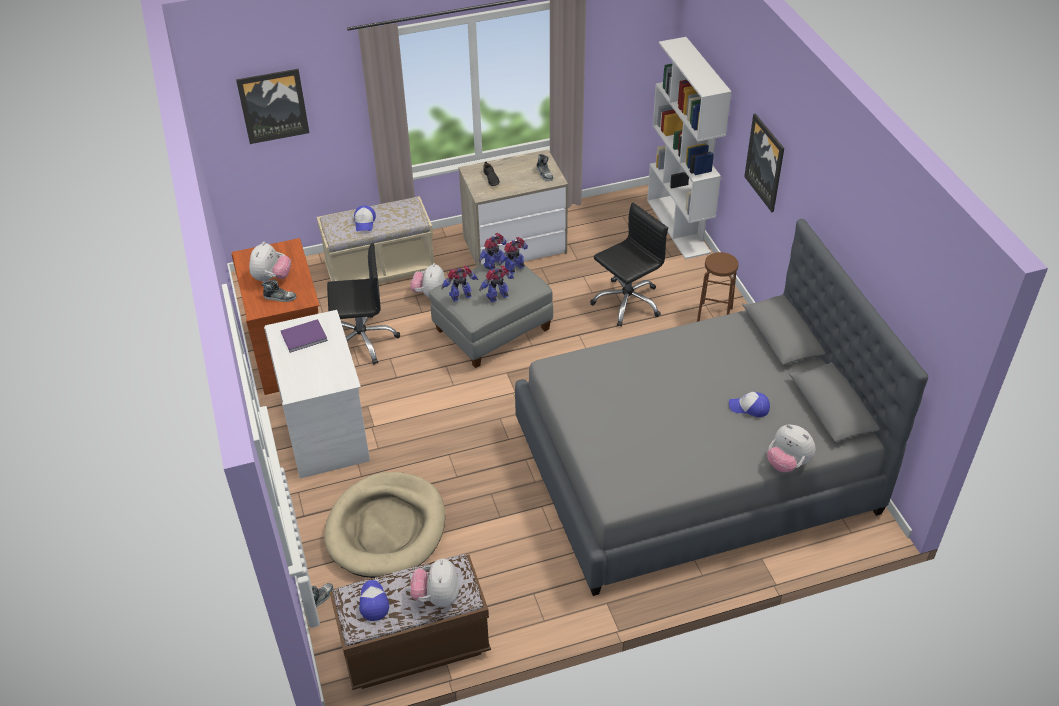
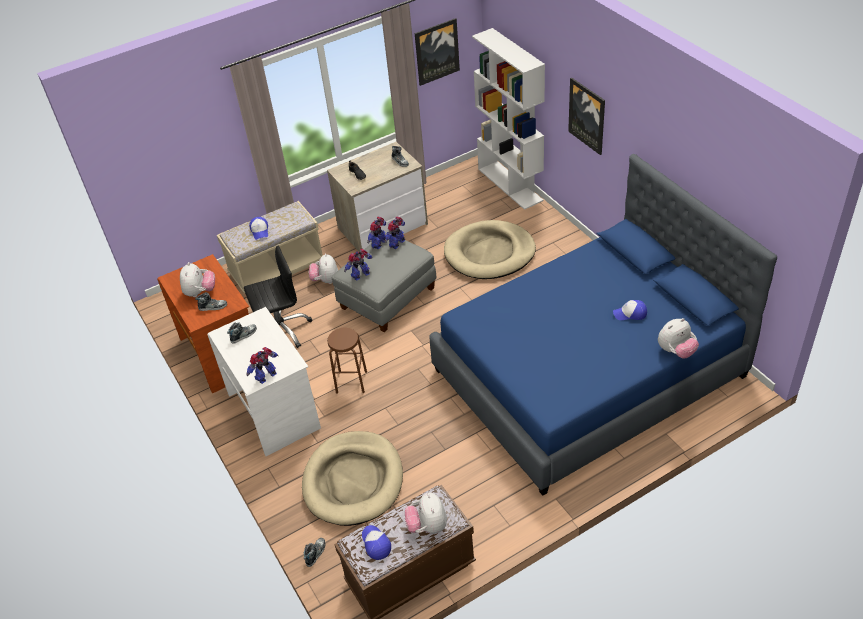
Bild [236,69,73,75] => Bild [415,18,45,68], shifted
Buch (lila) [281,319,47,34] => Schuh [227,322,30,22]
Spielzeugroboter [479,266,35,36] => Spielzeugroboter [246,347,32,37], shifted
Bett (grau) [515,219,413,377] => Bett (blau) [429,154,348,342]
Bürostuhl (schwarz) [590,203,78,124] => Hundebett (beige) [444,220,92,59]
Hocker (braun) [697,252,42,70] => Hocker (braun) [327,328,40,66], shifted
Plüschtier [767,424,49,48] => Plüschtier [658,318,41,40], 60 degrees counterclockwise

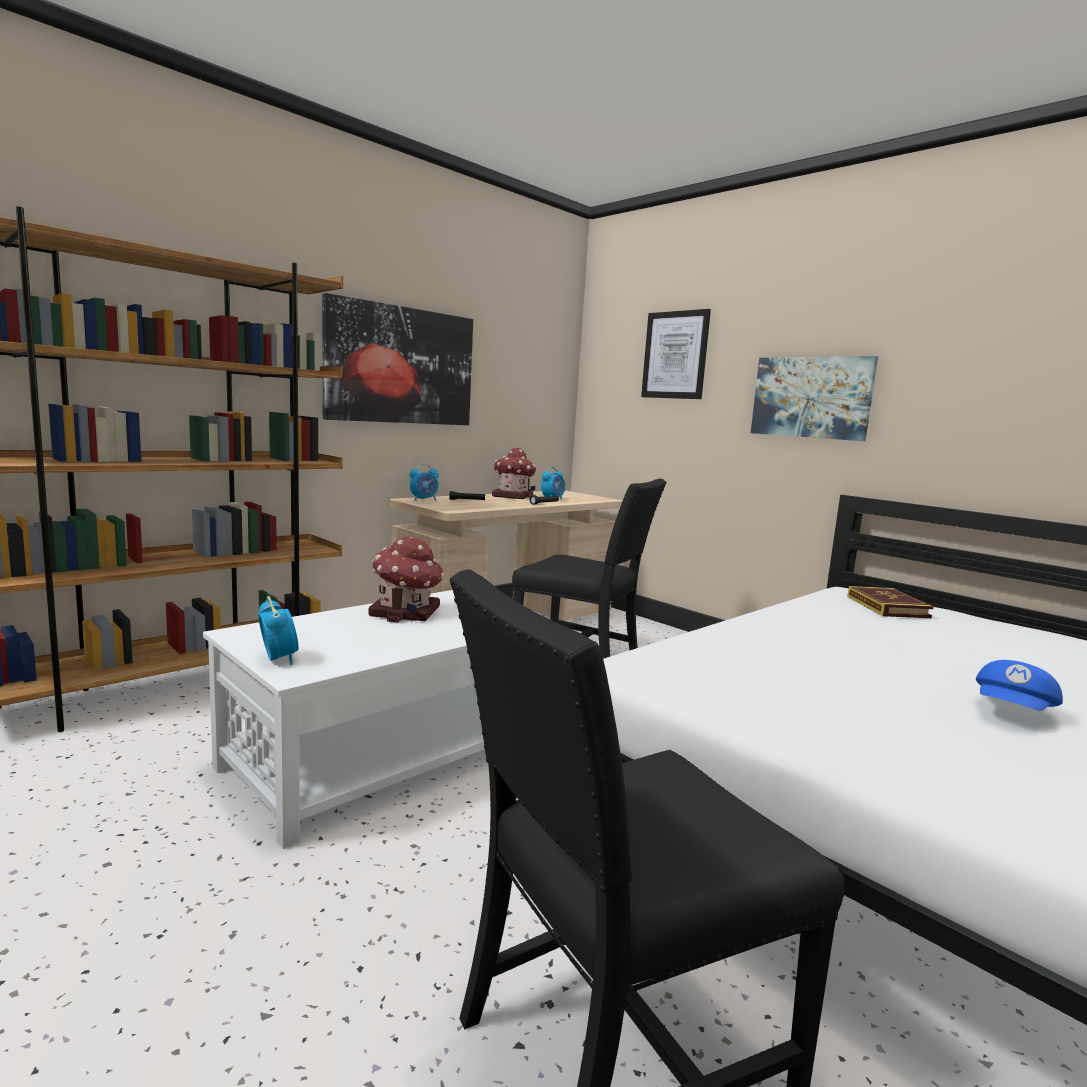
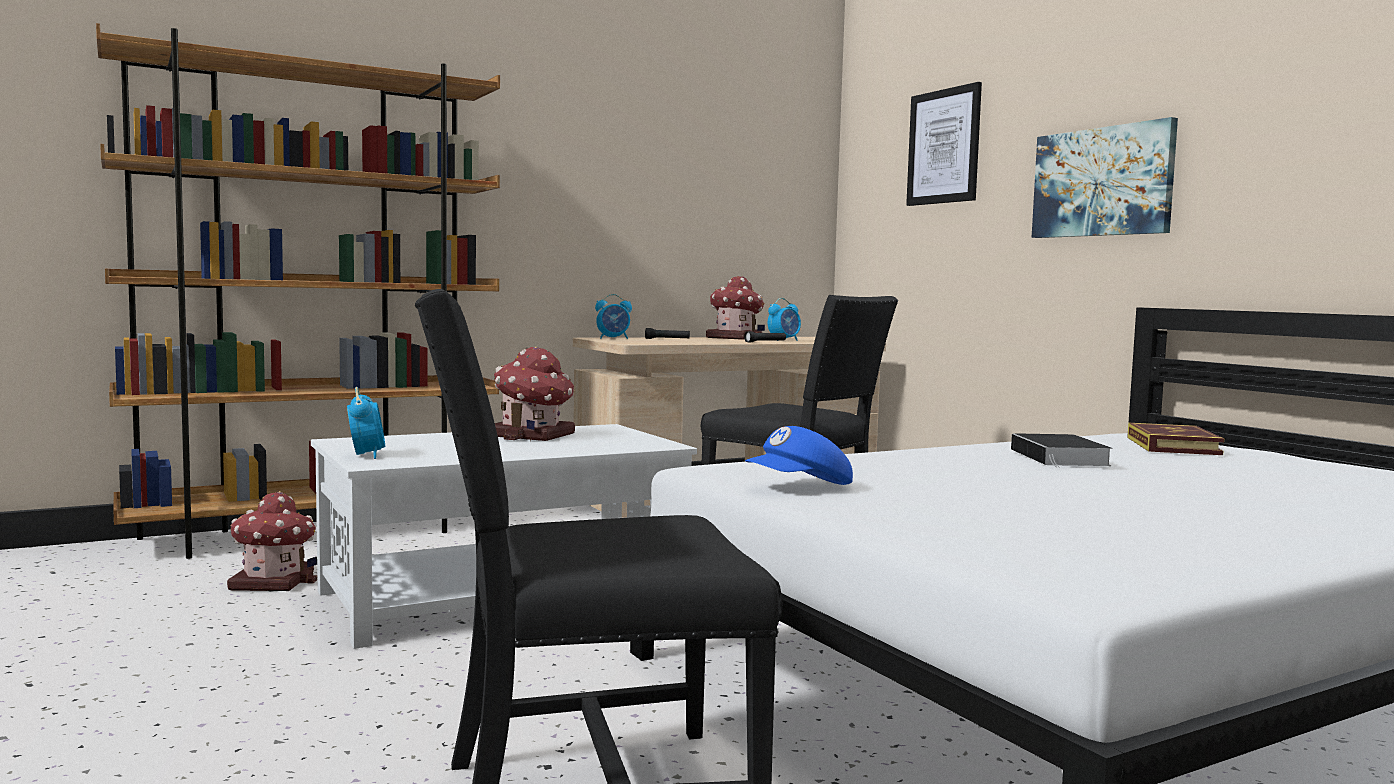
Bild [322,293,151,132] => nothing
Kappe (blau) [976,660,87,51] => Kappe (blau) [745,426,108,59], shifted
nothing => Spielzeughaus [227,491,90,100]
nothing => Buch [1011,433,102,35]

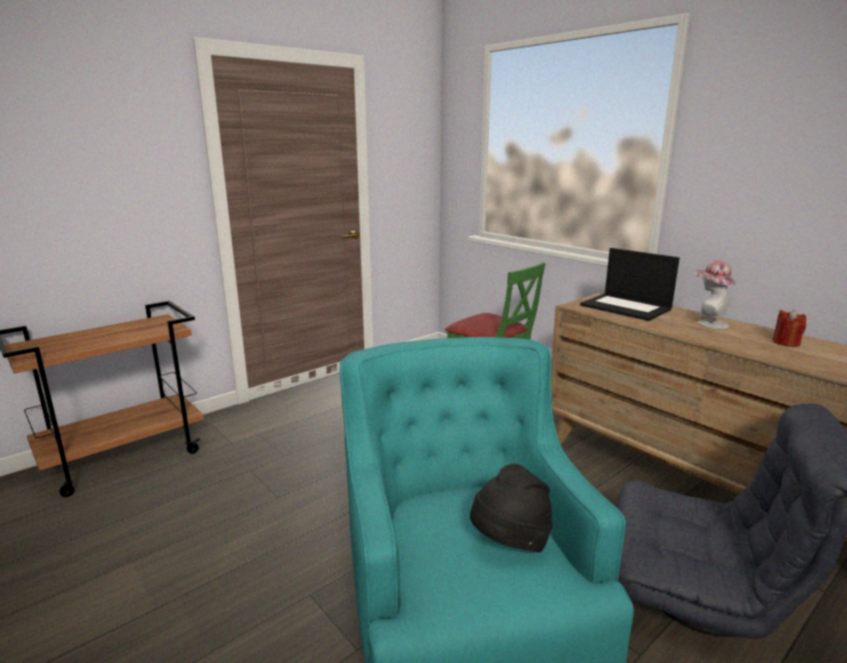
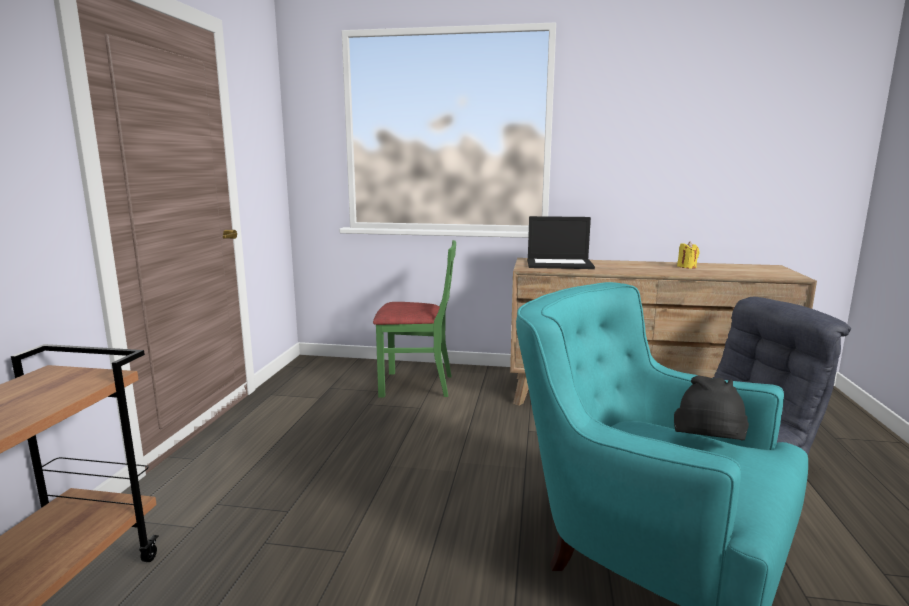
Hut [695,260,41,69] => nothing
Kerze (rot) [772,309,34,38] => Kerze (gelb) [677,242,22,27]

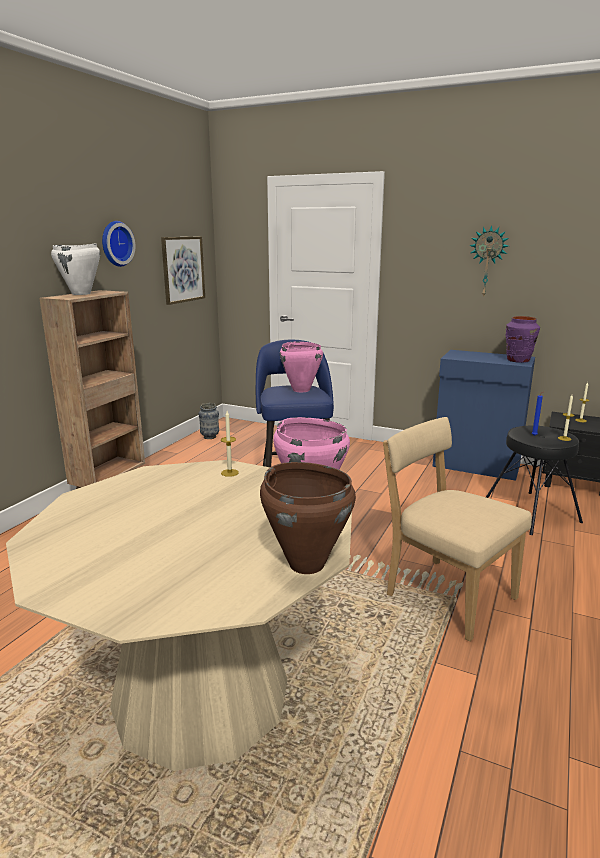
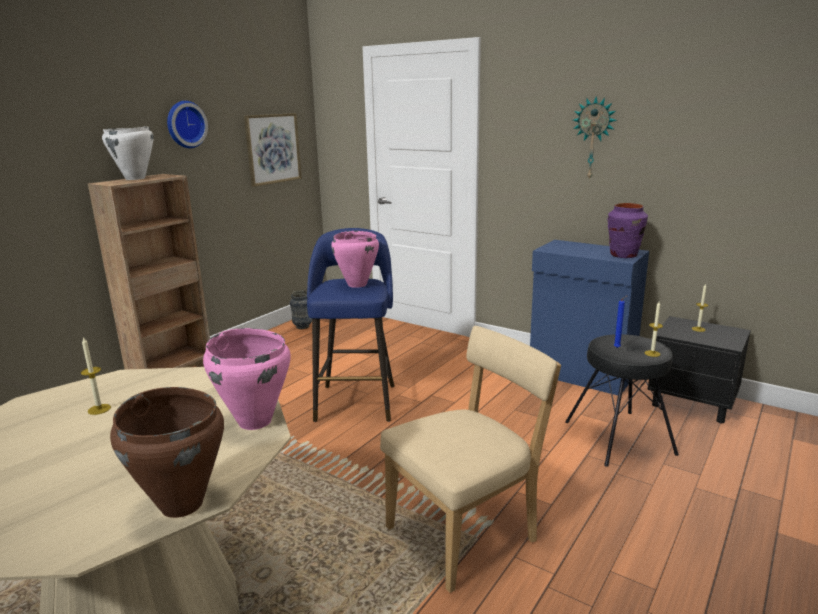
Kerze [221,411,18,66] => Kerze [81,337,30,78], shifted
Stuhl (beige) [383,417,149,225] => Stuhl (beige) [380,326,181,267], 90 degrees clockwise

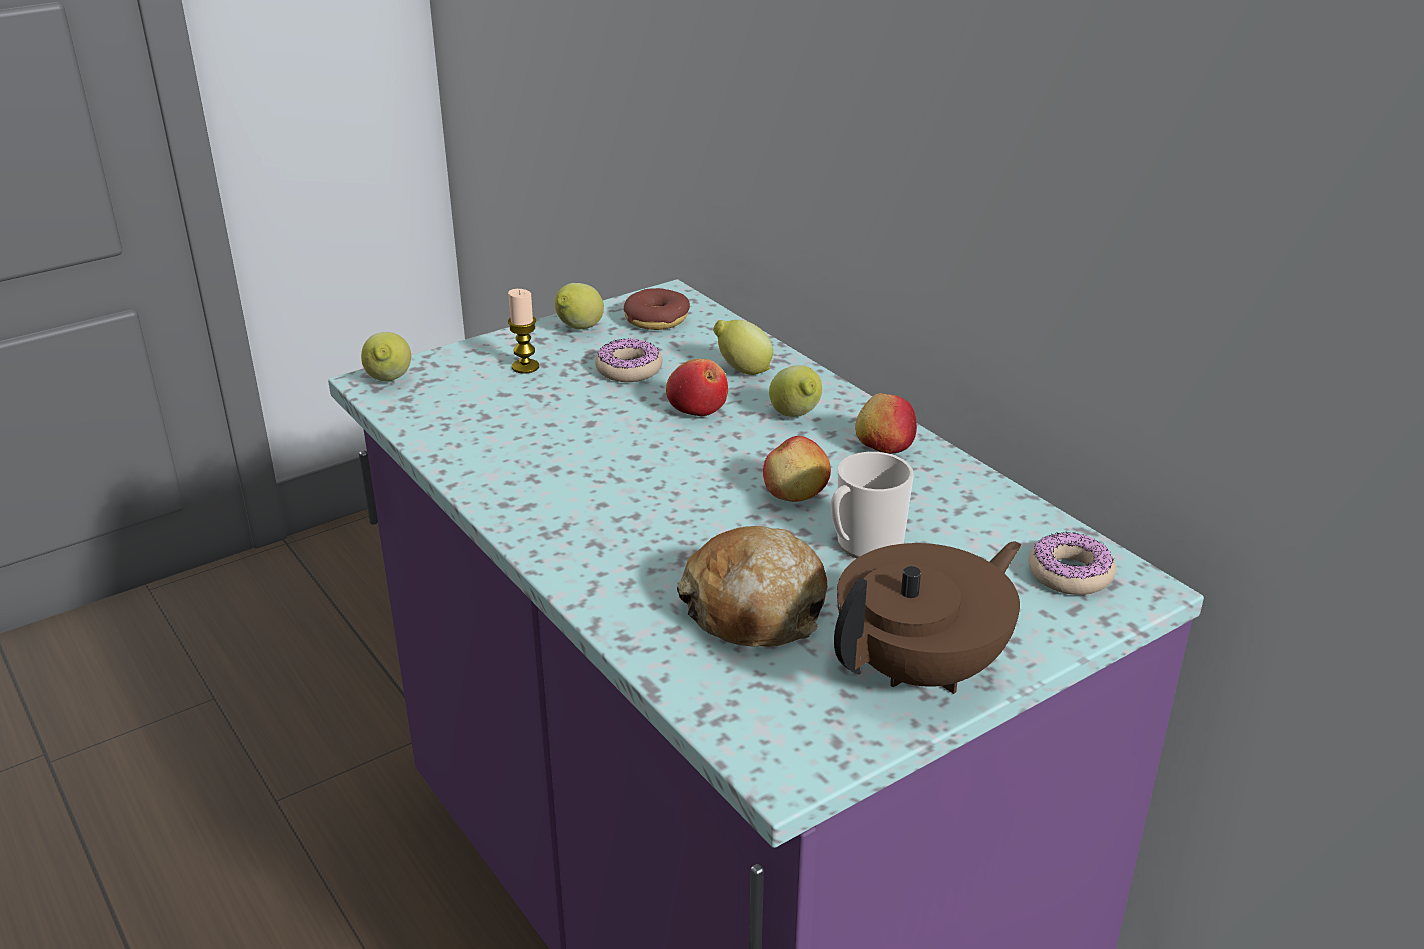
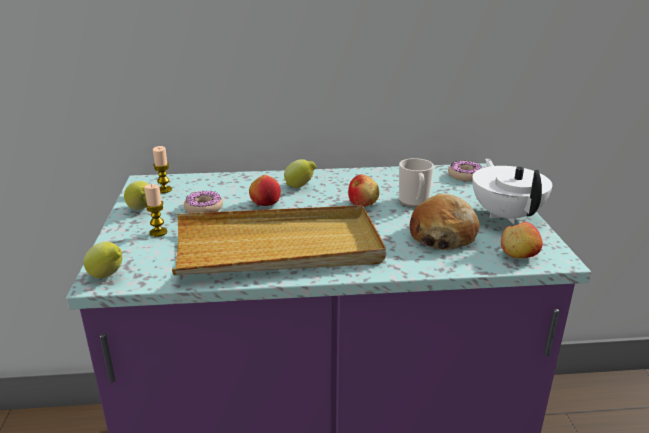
Donut [624,288,66,42] => Kerze [153,146,19,47]
Zitrone [713,320,60,55] => nothing
Teekanne (braun) [834,541,187,153] => Teekanne (weiß) [472,158,80,66]
Apfel [855,393,62,61] => Apfel [501,222,42,36], shifted
nothing => Tablett (beige) [172,205,214,70]

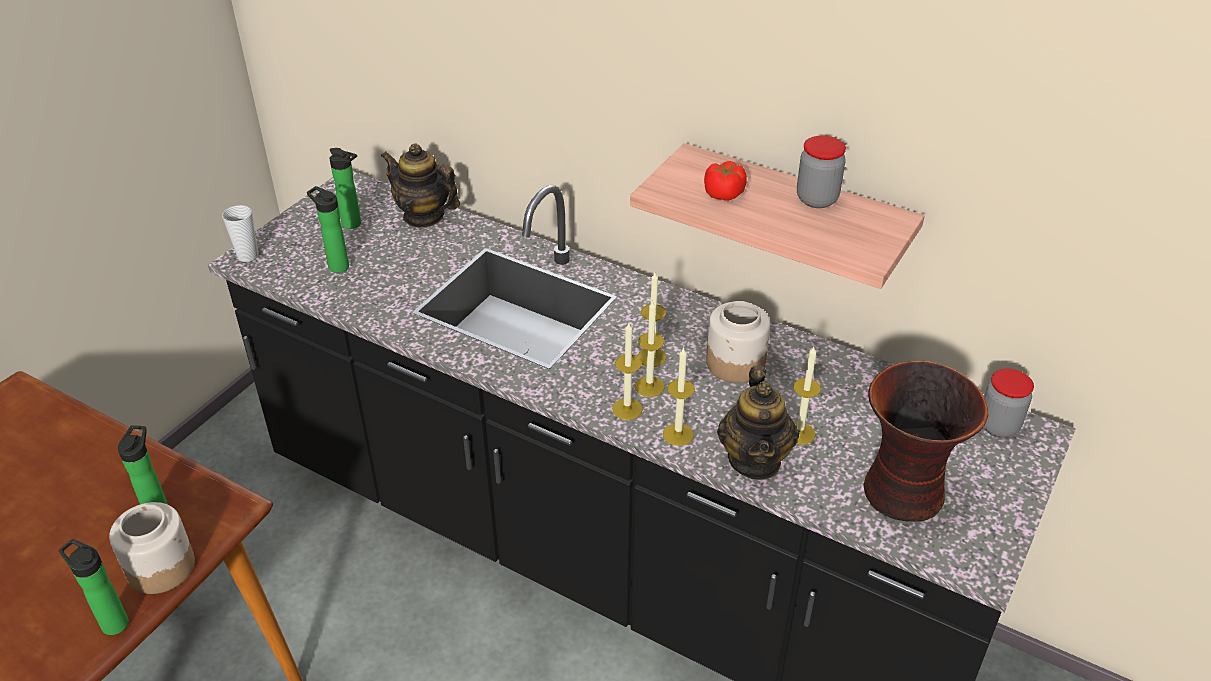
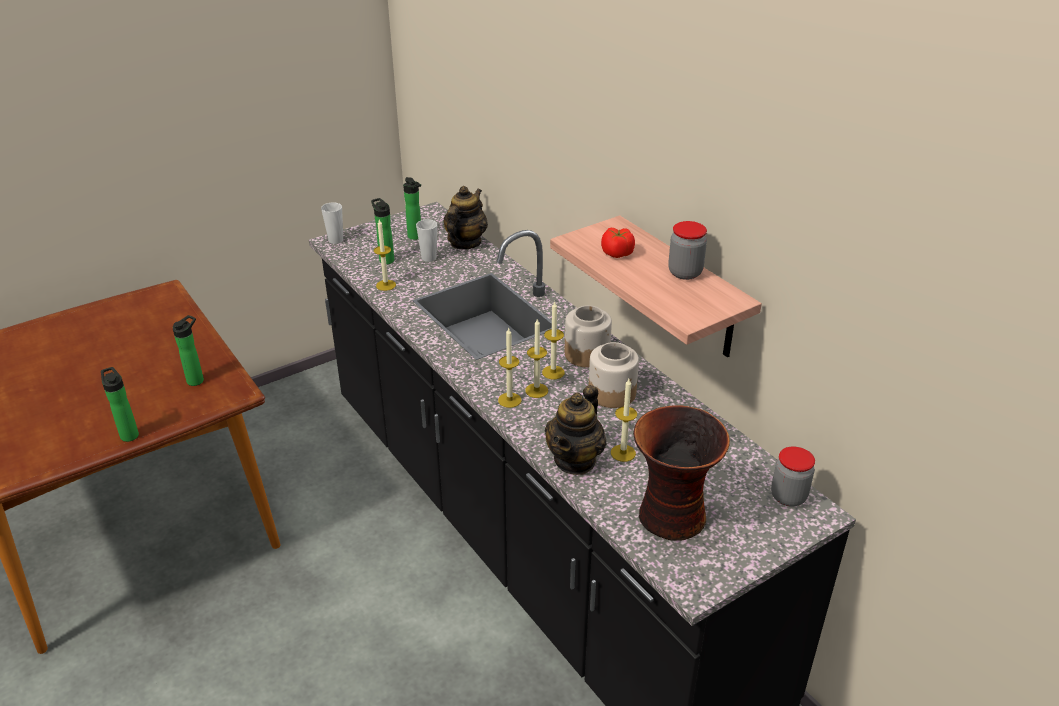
Vorratsglas [109,502,86,92] => Vorratsglas [565,305,47,63], shifted
Teekanne [381,144,79,84] => Teekanne [443,186,45,63], 60 degrees clockwise
Kerze [663,347,32,99] => Kerze [374,220,22,71], shifted
nothing => Tasse [416,219,21,43]

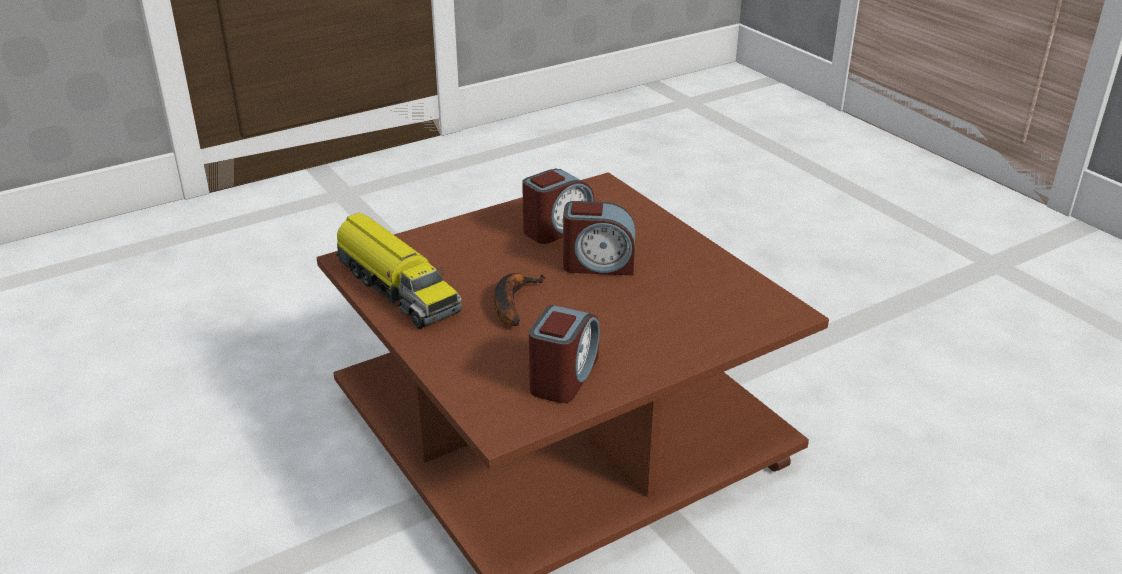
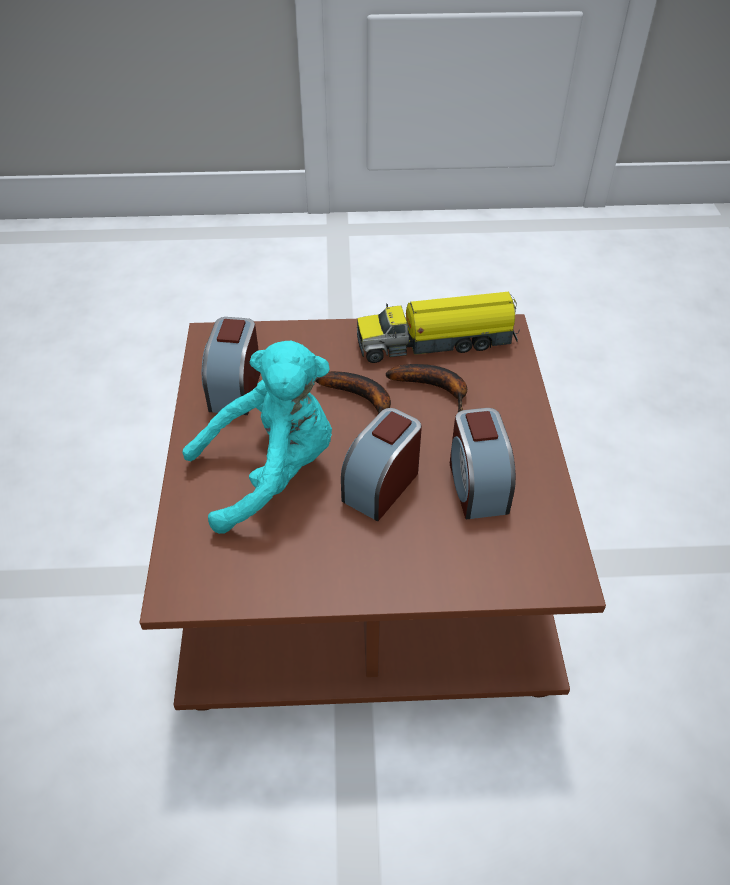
Wecker [529,305,71,98] => Wecker [202,317,58,98], 45 degrees clockwise
nothing => Plüschtier (türkis) [182,340,150,194]
nothing => Banane [386,364,81,48]

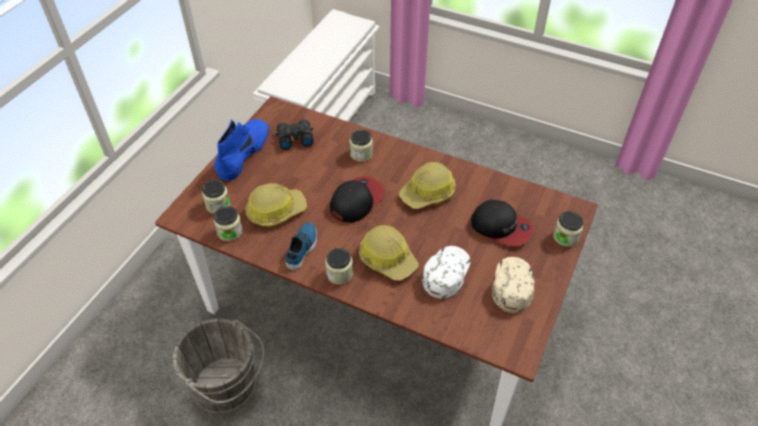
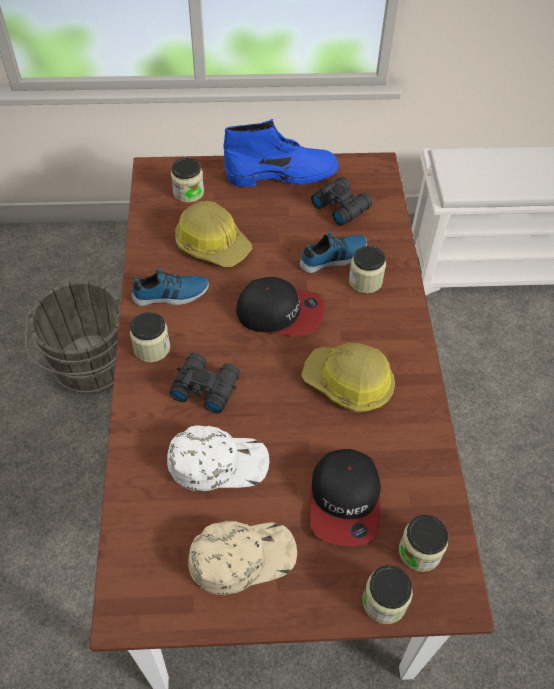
Vorratsglas [214,206,29,35] => Vorratsglas [399,515,49,57], shifted
Schutzhelm [359,225,59,56] => Fernglas (schwarz) [169,353,71,61]
nothing => Schuh [300,231,67,42]

